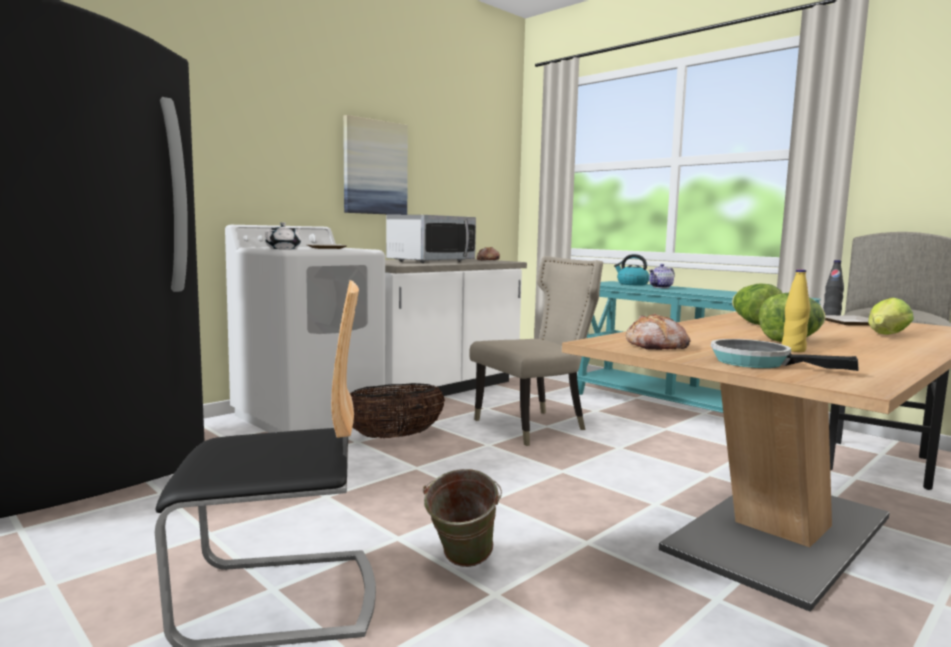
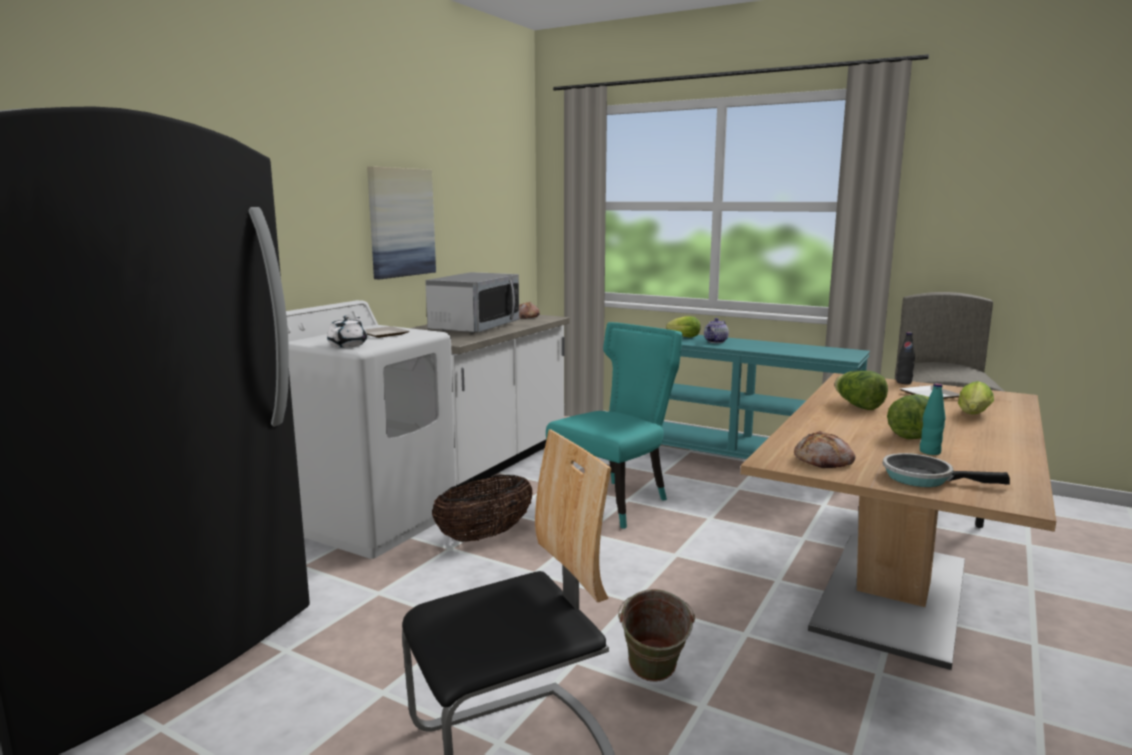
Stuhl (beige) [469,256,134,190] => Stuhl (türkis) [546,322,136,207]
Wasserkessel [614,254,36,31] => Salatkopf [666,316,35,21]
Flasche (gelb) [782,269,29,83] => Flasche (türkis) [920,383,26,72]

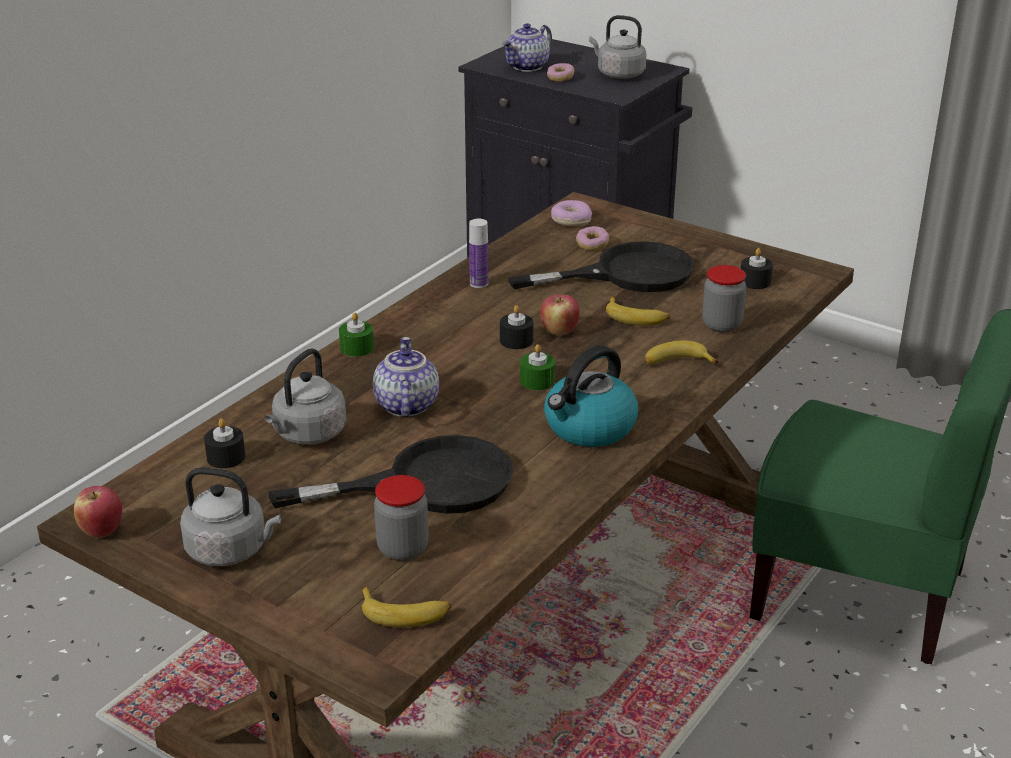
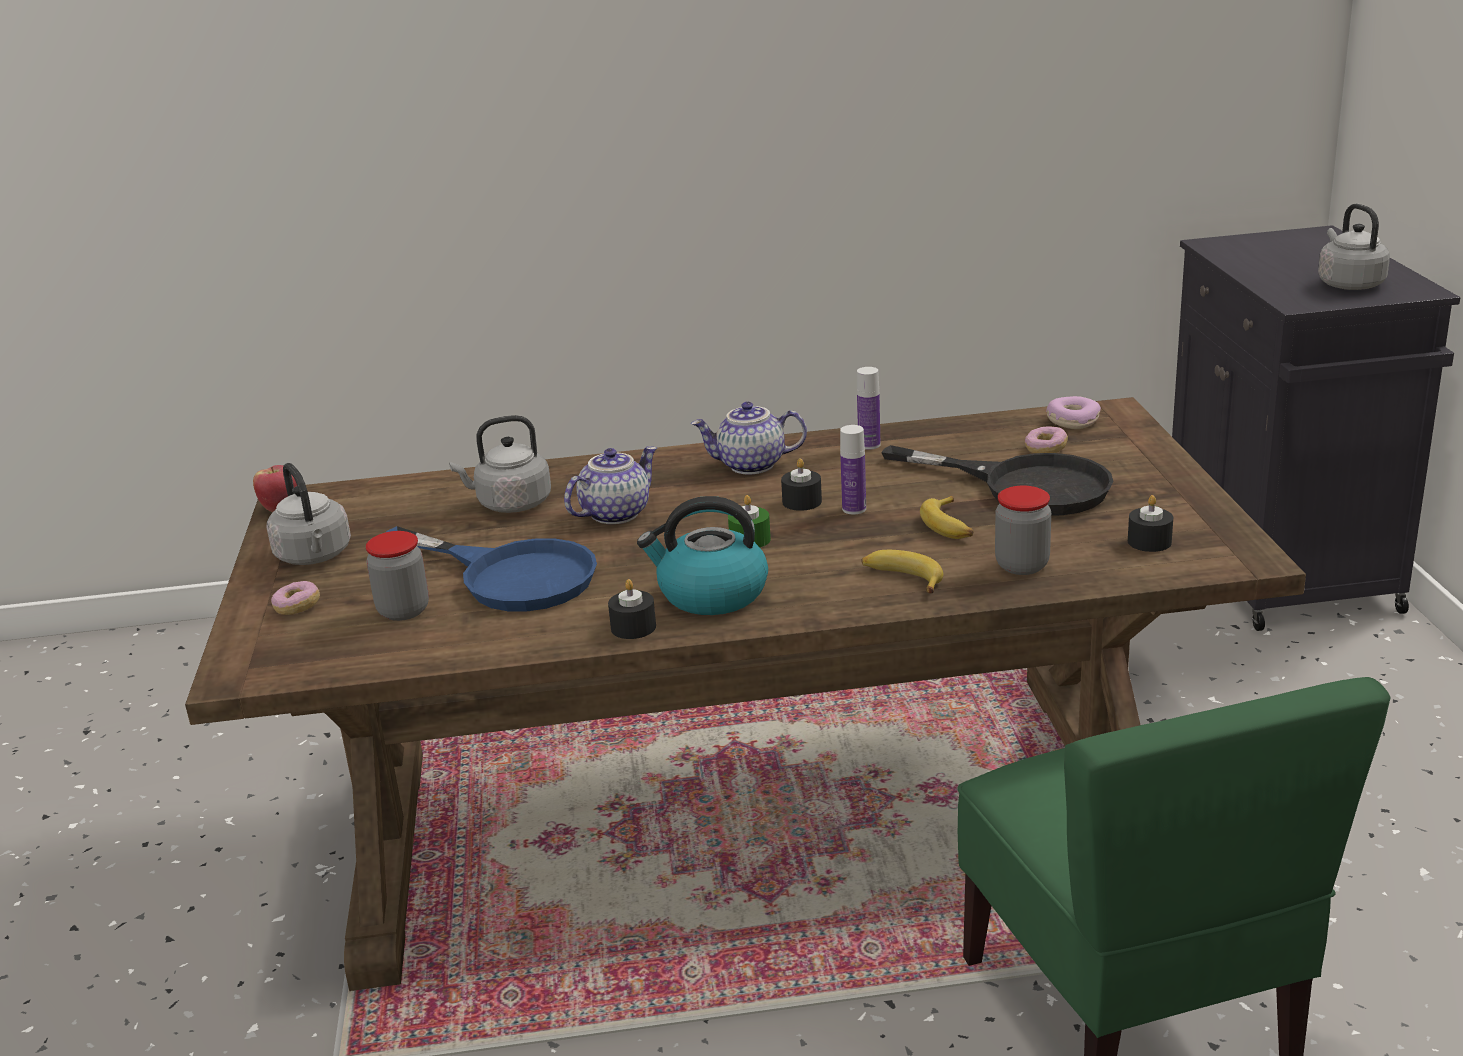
Kerze (schwarz) [204,419,41,49] => Kerze (schwarz) [608,579,48,60], shifted
Pfanne (schwarz) [269,435,244,79] => Pfanne (blau) [386,526,211,86]
Kerze (grün) [339,313,35,44] => nothing
Banane [361,587,91,41] => nothing
Teekanne [502,23,50,49] => Teekanne [691,402,116,73], shifted
Apfel [540,294,39,41] => Flasche [840,425,26,90]
Donut [547,63,27,19] => Donut [271,581,49,34], shifted

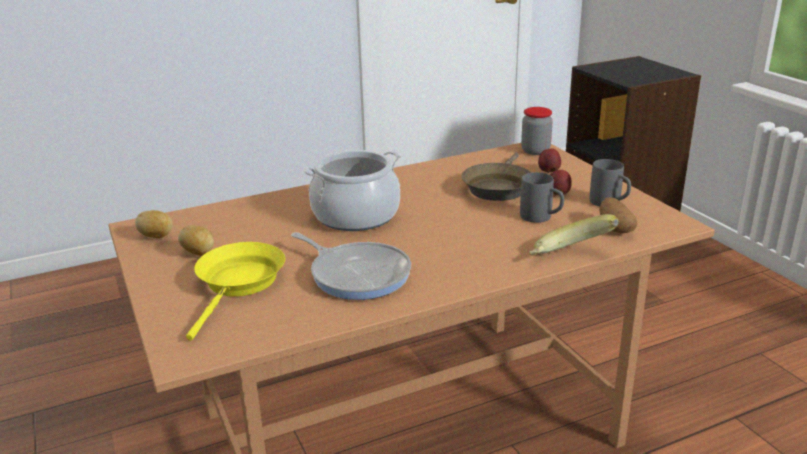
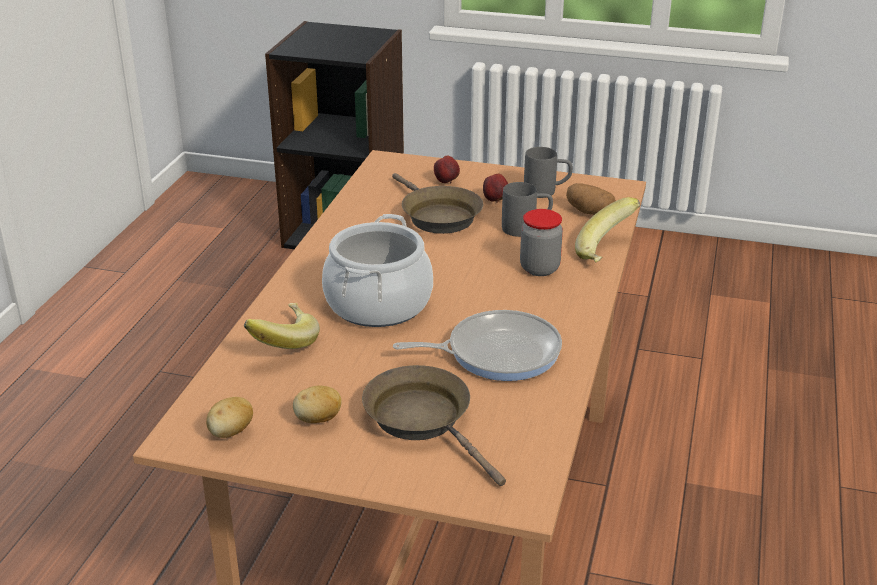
Pfanne (gelb) [186,242,99,99] => Pfanne (braun) [362,365,144,121]
Vorratsglas [521,107,32,48] => Vorratsglas [520,209,43,67], shifted
nothing => Banane [244,303,76,46]

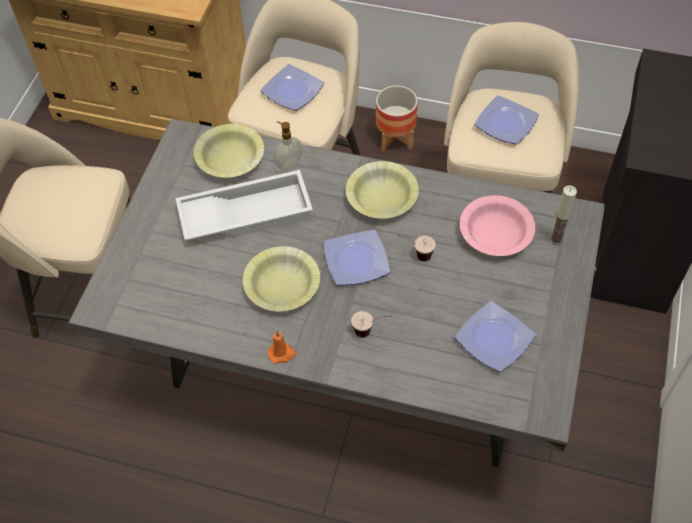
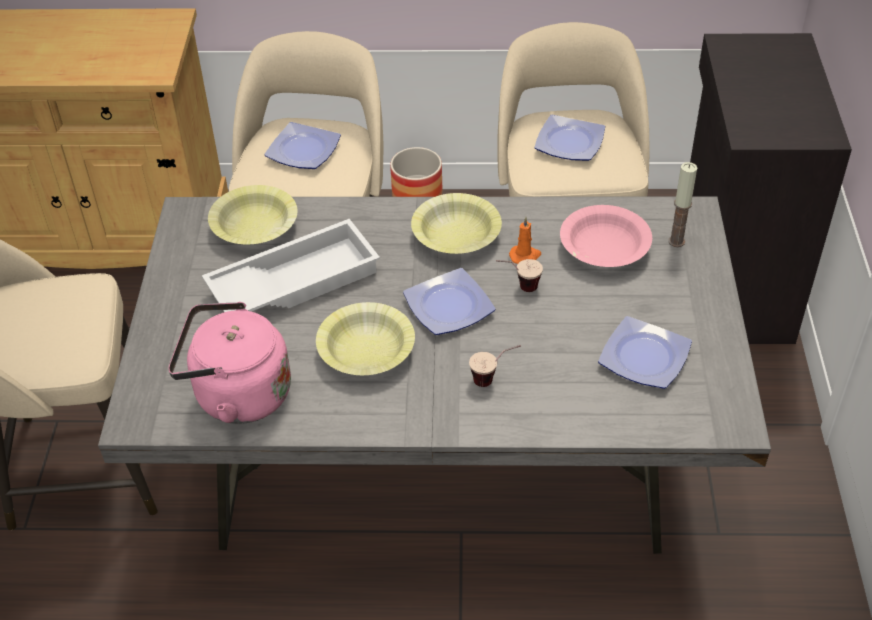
Kerze (orange) [268,331,29,33] => Kerze (orange) [509,217,32,47], shifted
Seifenspender [275,121,27,51] => nothing
nothing => Wasserkessel (rosa) [168,302,123,122]

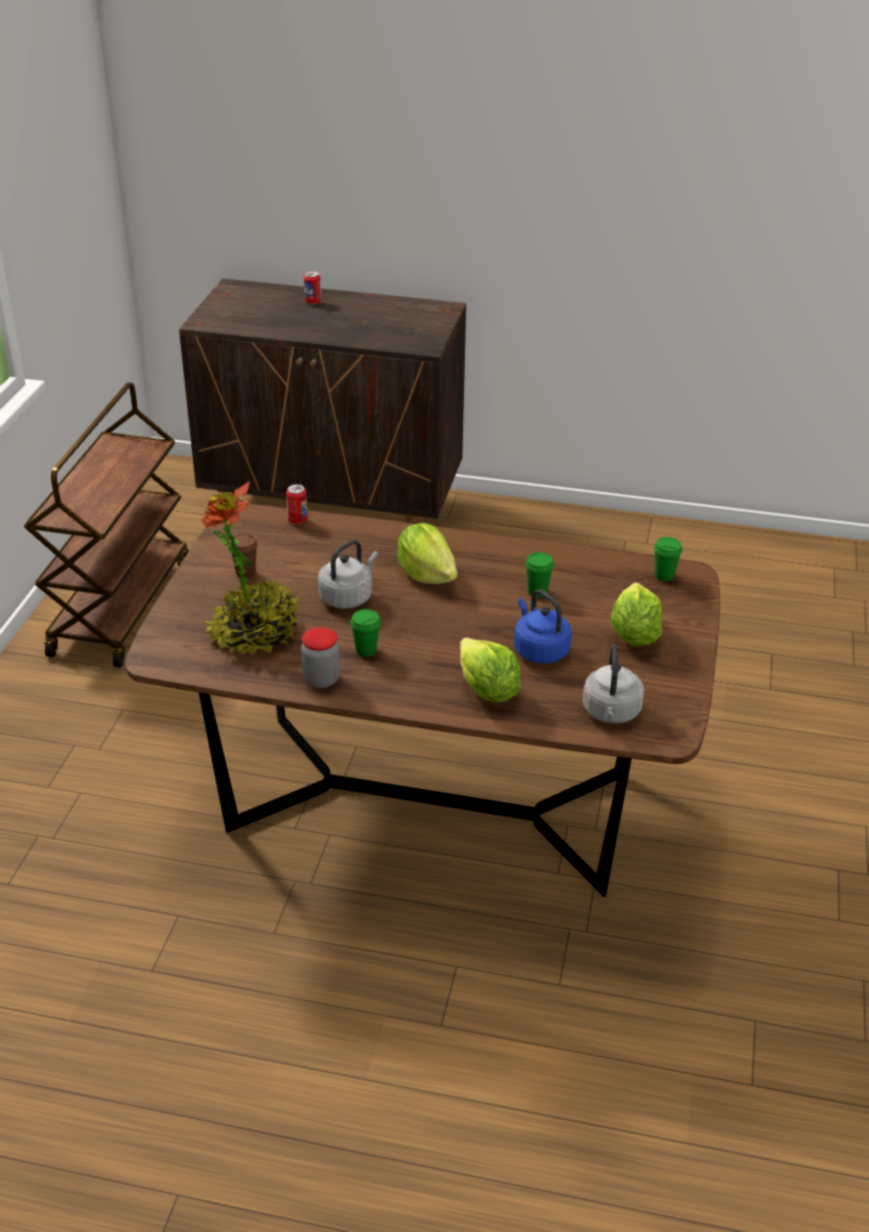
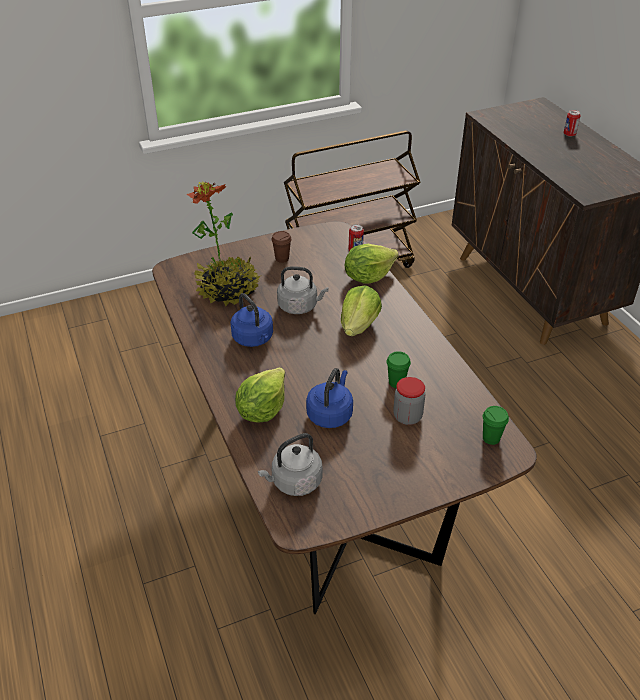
Vorratsglas [301,627,39,61] => Vorratsglas [393,377,33,48], shifted
Tasse (grün) [350,609,31,48] => Wasserkessel (blau) [230,293,43,54]
Salatkopf [611,583,52,63] => Salatkopf [345,244,54,39], shifted

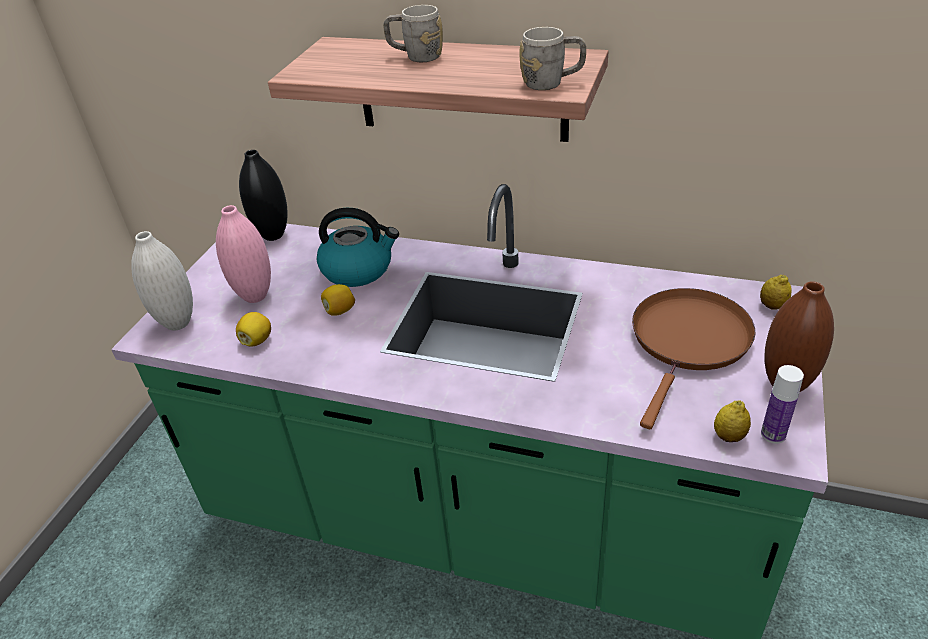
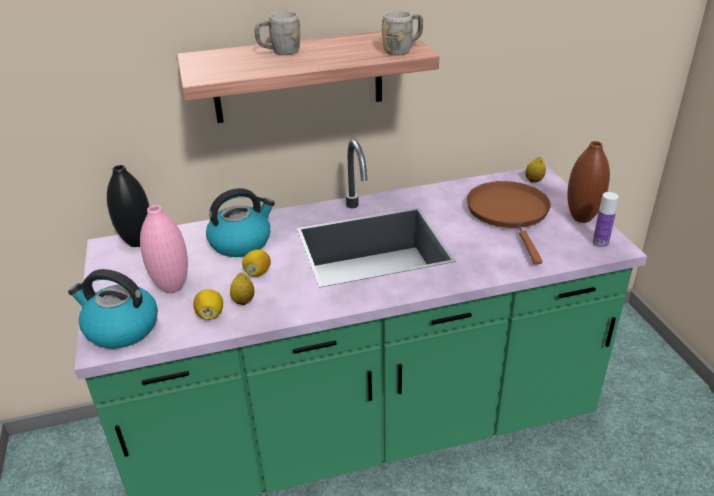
Vase (weiß) [131,231,62,100] => Wasserkessel [68,269,90,80]
Zitrone [714,400,37,42] => Zitrone [230,273,24,32], shifted

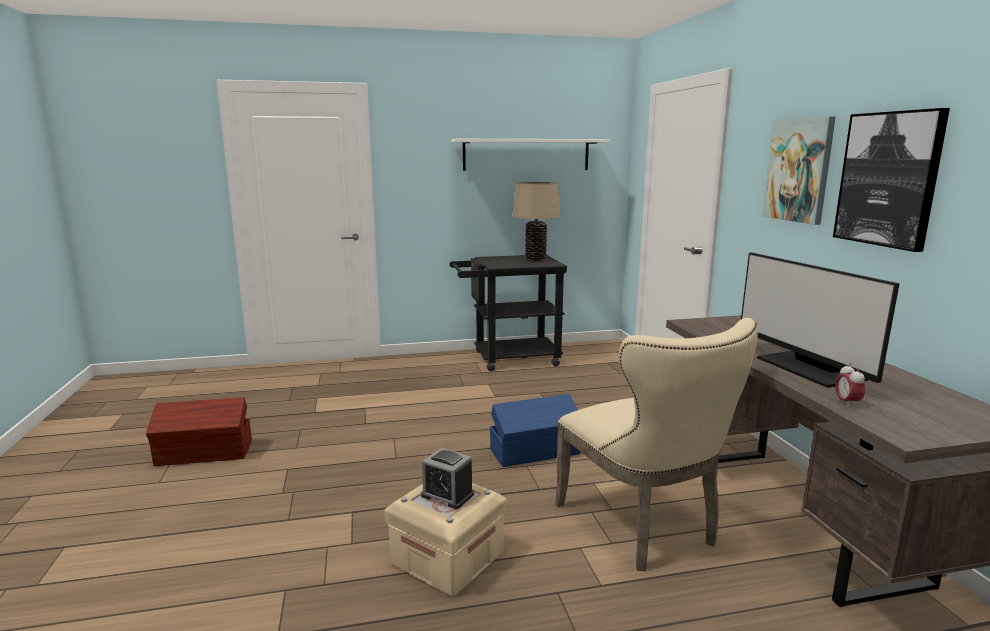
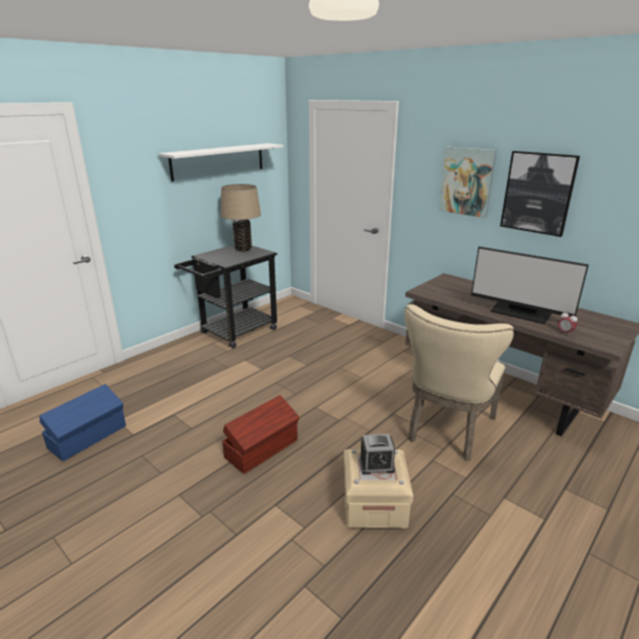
Aufbewahrungsbox (braun) [146,397,106,69] => Aufbewahrungsbox (braun) [222,395,78,79], shifted
Aufbewahrungsbox (blau) [490,394,91,73] => Aufbewahrungsbox (blau) [40,384,86,77], shifted
Stuhl (beige) [555,318,203,253] => Stuhl (beige) [404,304,110,156], 90 degrees clockwise

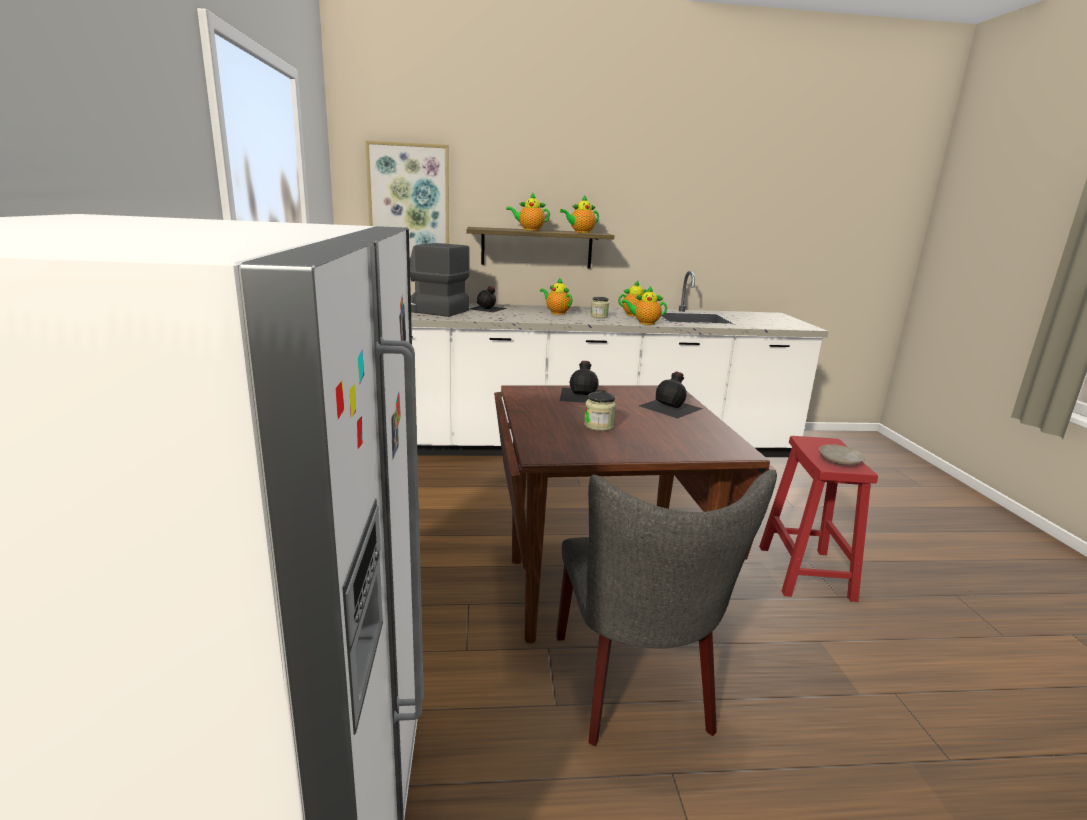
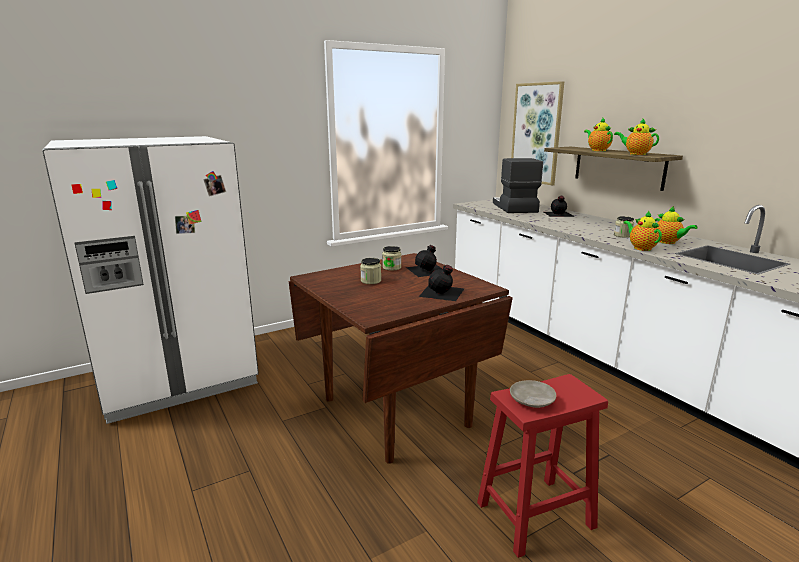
Teekanne [540,277,33,38] => nothing
Stuhl (grau) [556,470,221,277] => nothing
nothing => Vorratsglas [382,246,19,25]

